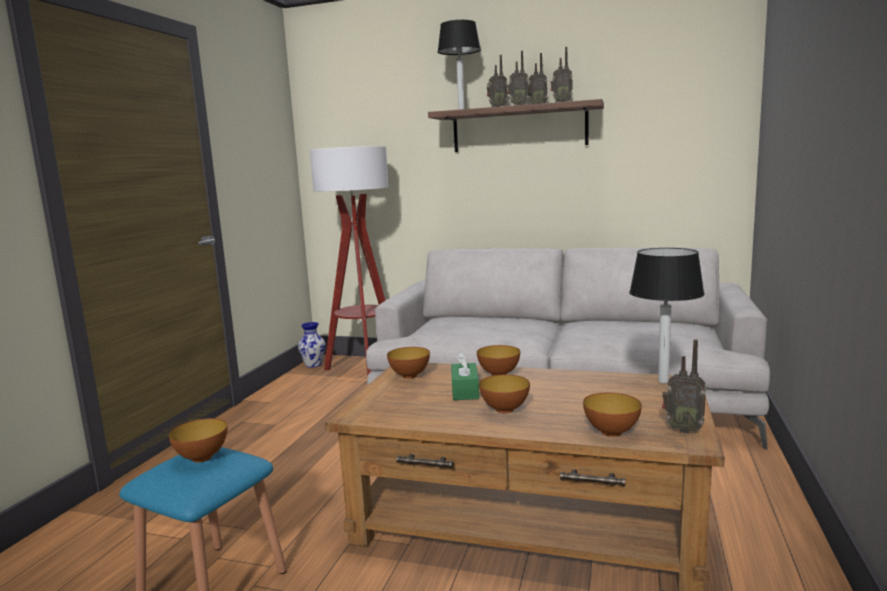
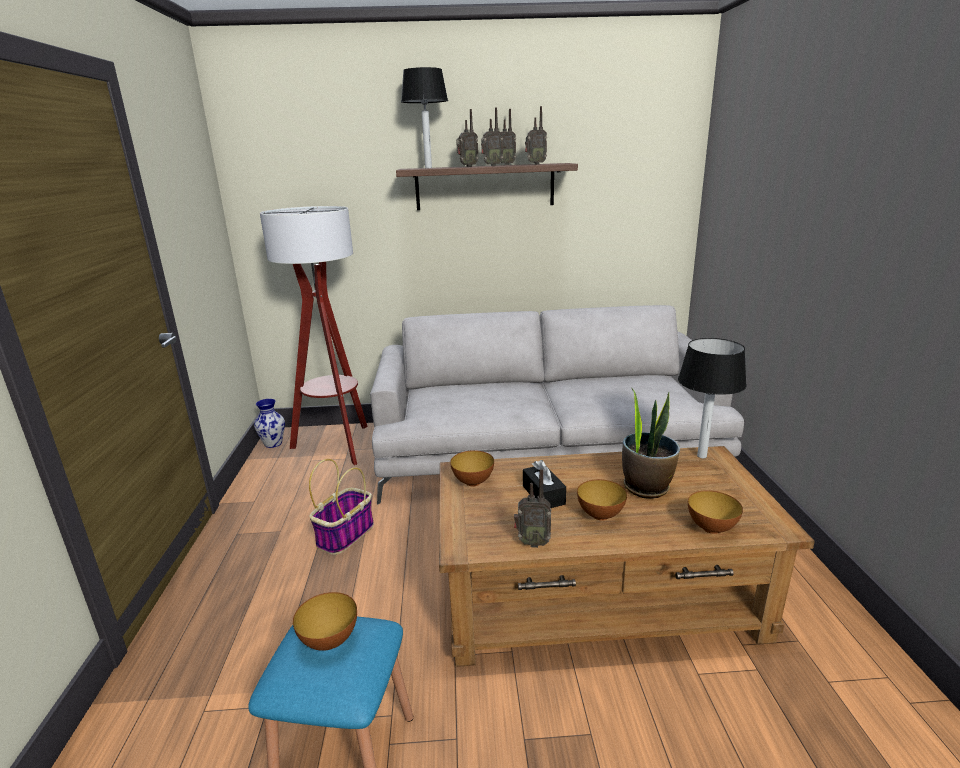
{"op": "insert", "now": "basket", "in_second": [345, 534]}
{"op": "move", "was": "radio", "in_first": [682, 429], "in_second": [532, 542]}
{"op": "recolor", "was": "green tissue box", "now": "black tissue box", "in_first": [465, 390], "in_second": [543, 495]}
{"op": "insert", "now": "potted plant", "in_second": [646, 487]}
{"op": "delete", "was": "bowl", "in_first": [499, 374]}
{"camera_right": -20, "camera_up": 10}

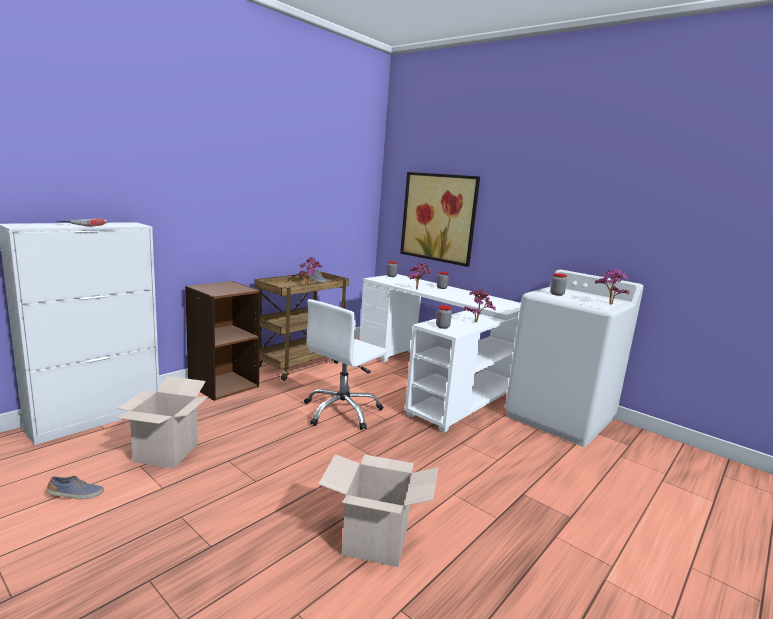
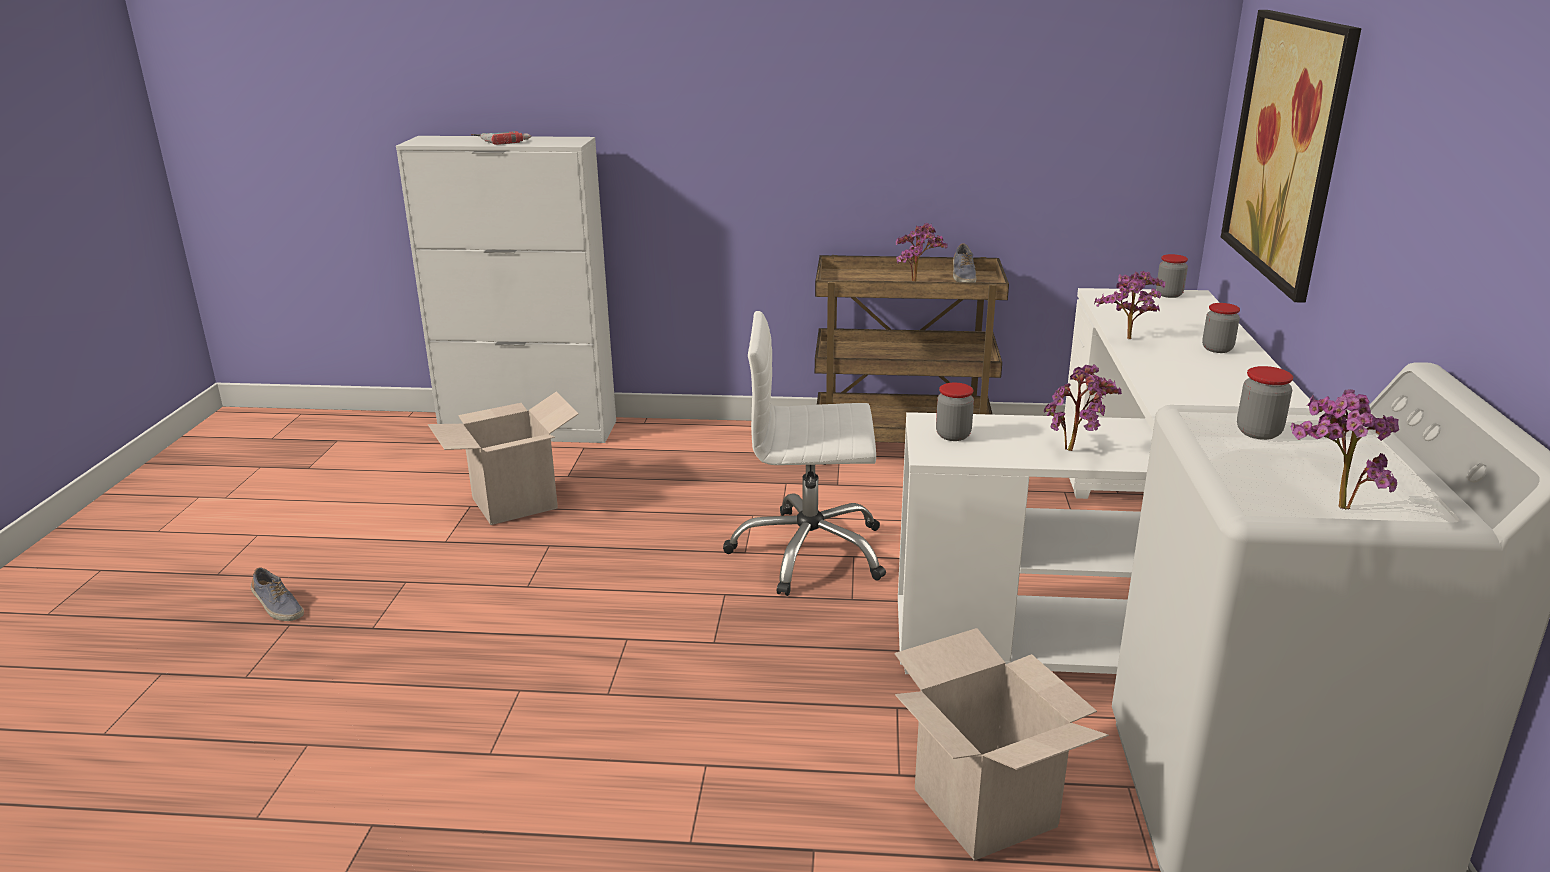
{"op": "move", "was": "shoe", "in_first": [75, 495], "in_second": [277, 607]}
{"op": "move", "was": "cardboard box", "in_first": [375, 542], "in_second": [984, 807]}
{"op": "delete", "was": "brown bookcase", "in_first": [223, 385]}
{"camera_right": 55, "camera_up": 10}

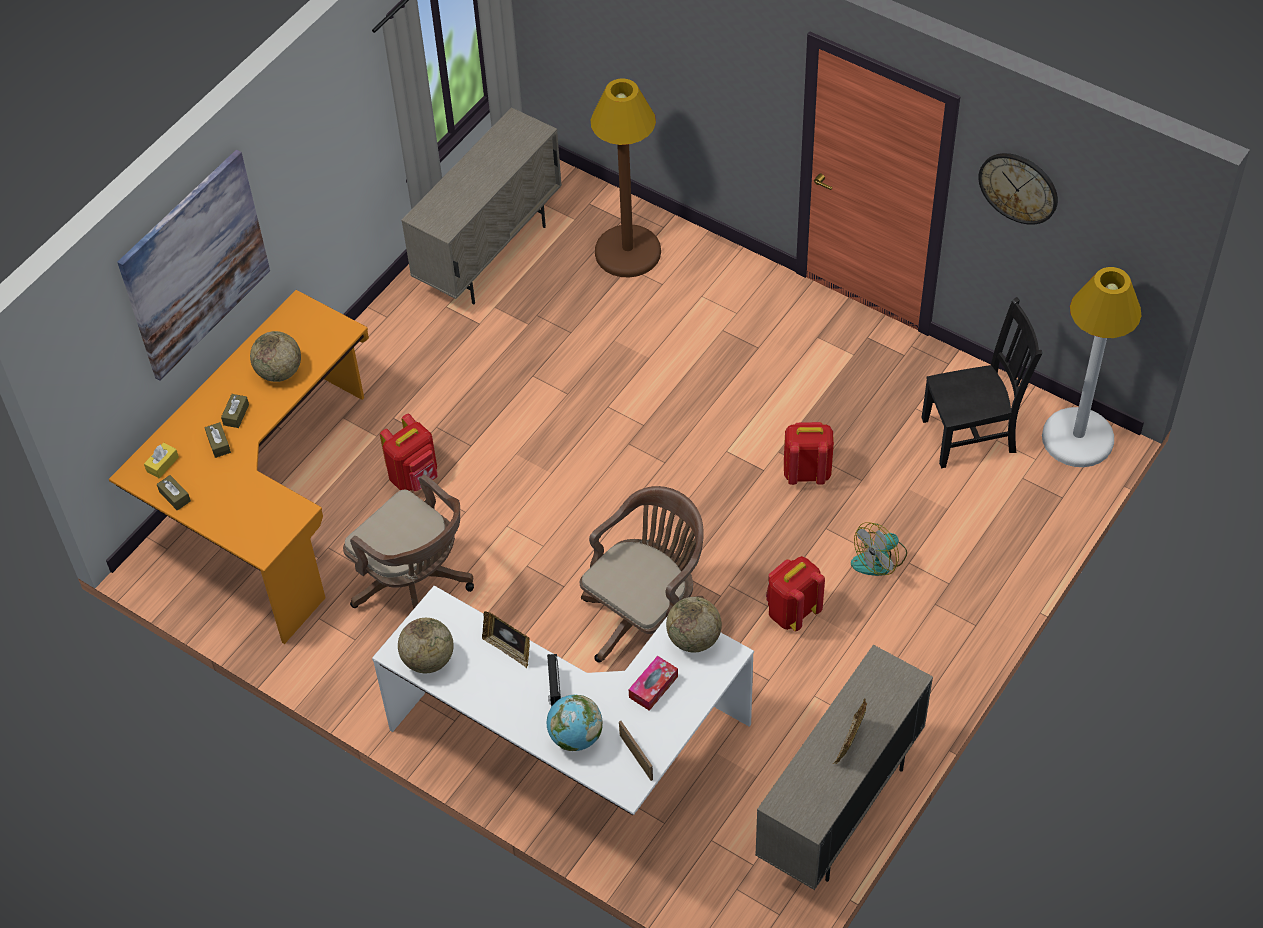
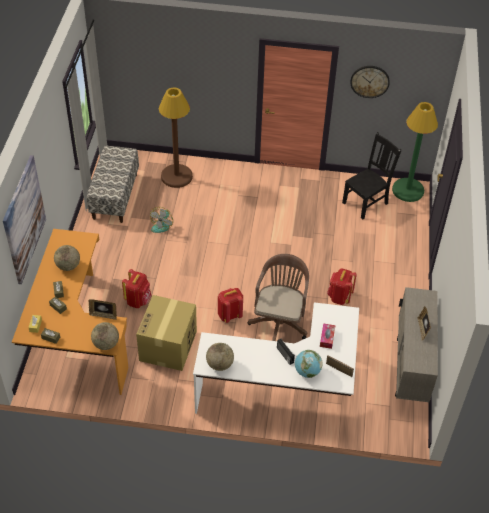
{"op": "replace", "was": "beige cabinet", "now": "bench", "in_first": [490, 254], "in_second": [115, 196]}
{"op": "move", "was": "picture frame", "in_first": [508, 649], "in_second": [103, 315]}
{"op": "move", "was": "globe", "in_first": [694, 639], "in_second": [106, 344]}
{"op": "replace", "was": "brown office chair", "now": "cardboard box", "in_first": [416, 586], "in_second": [168, 346]}
{"op": "move", "was": "fan", "in_first": [879, 559], "in_second": [162, 225]}
{"op": "move", "was": "red backpack", "in_first": [806, 472], "in_second": [229, 315]}
{"op": "recolor", "was": "white floor lamp", "now": "green floor lamp", "in_first": [1077, 438], "in_second": [408, 190]}
{"camera_right": -30, "camera_up": -5}

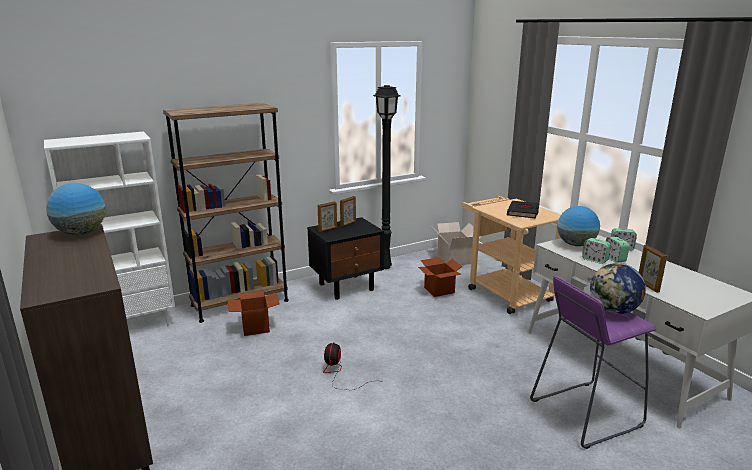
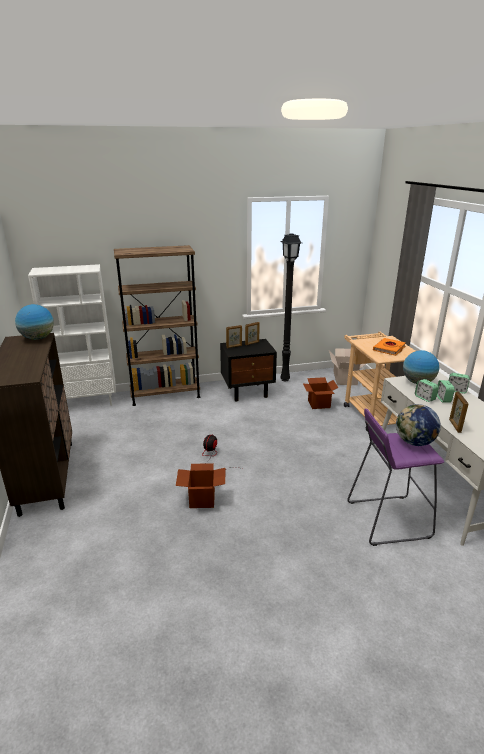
{"op": "move", "was": "cardboard box", "in_first": [256, 327], "in_second": [202, 499]}
{"op": "recolor", "was": "black book", "now": "orange book", "in_first": [523, 212], "in_second": [389, 349]}
{"camera_right": 15, "camera_up": 5}

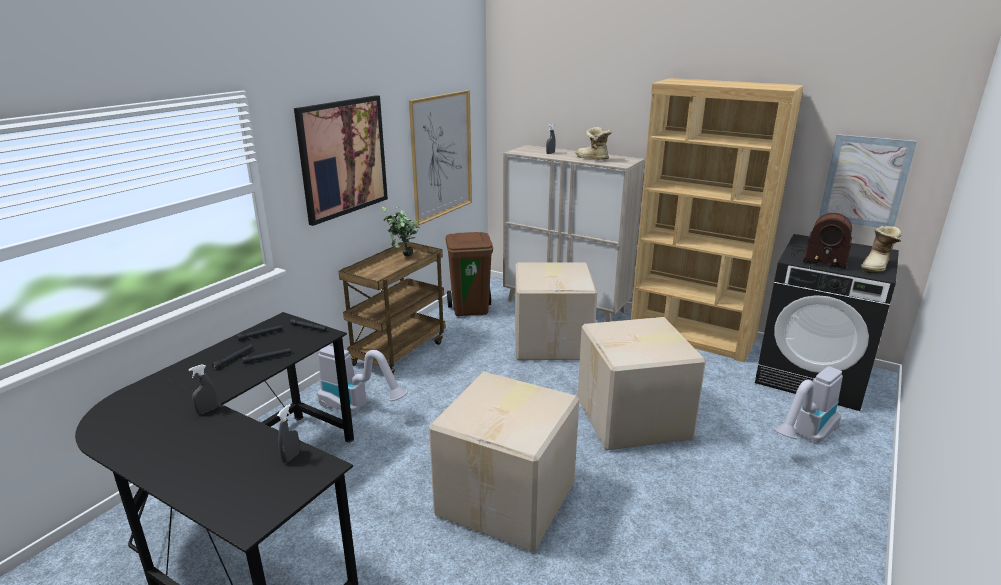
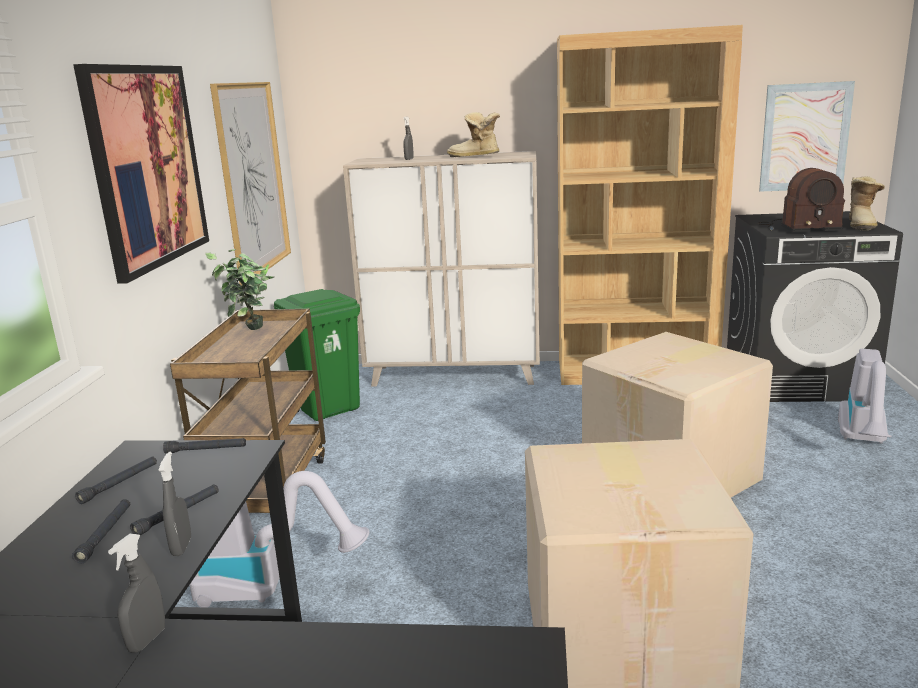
{"op": "move", "was": "grey spray bottle", "in_first": [291, 457], "in_second": [181, 547]}
{"op": "recolor", "was": "brown trash can", "now": "green trash can", "in_first": [470, 309], "in_second": [328, 408]}
{"op": "delete", "was": "cardboard box", "in_first": [552, 342]}
{"camera_right": -25, "camera_up": -5}

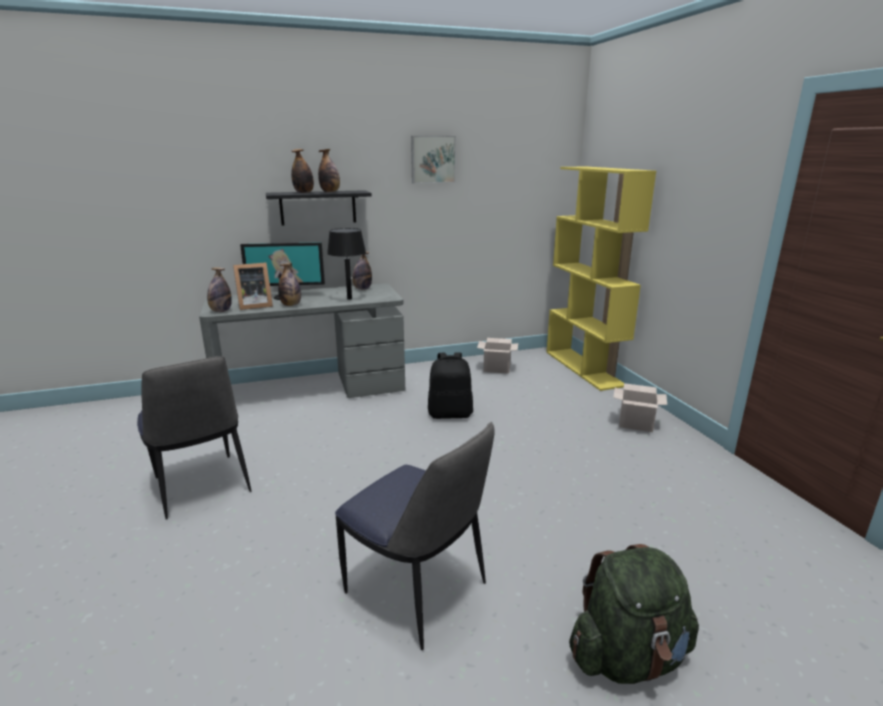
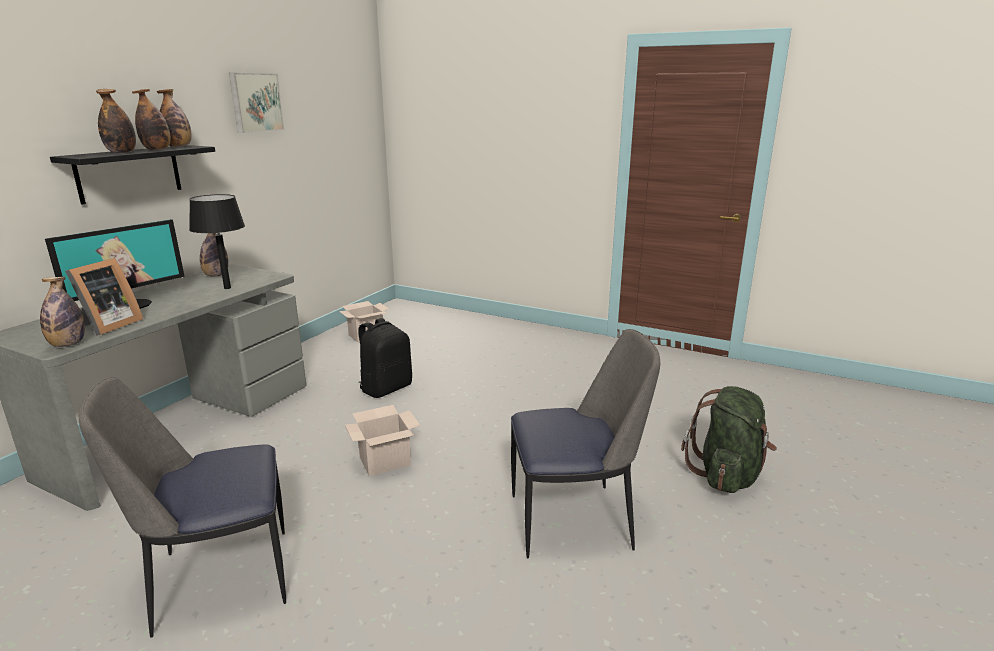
{"op": "rotate", "was": "chair", "in_first": [202, 487], "in_second": [218, 579], "clockwise": 150}
{"op": "move", "was": "bottle", "in_first": [291, 305], "in_second": [179, 146]}
{"op": "move", "was": "cardboard box", "in_first": [636, 423], "in_second": [386, 460]}
{"op": "delete", "was": "yellow bookcase", "in_first": [584, 368]}
{"camera_right": -45, "camera_up": 0}

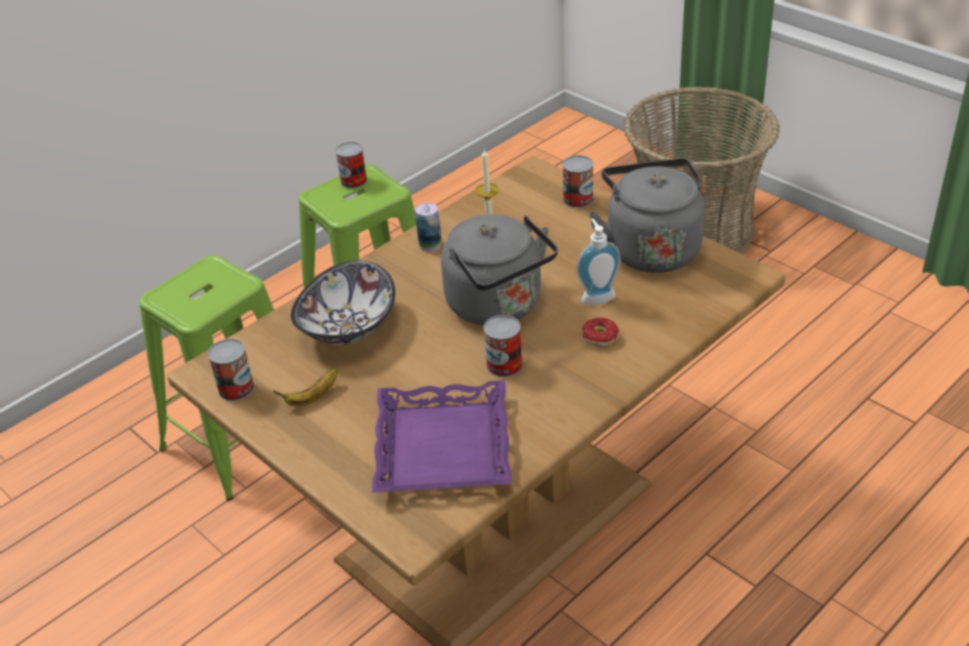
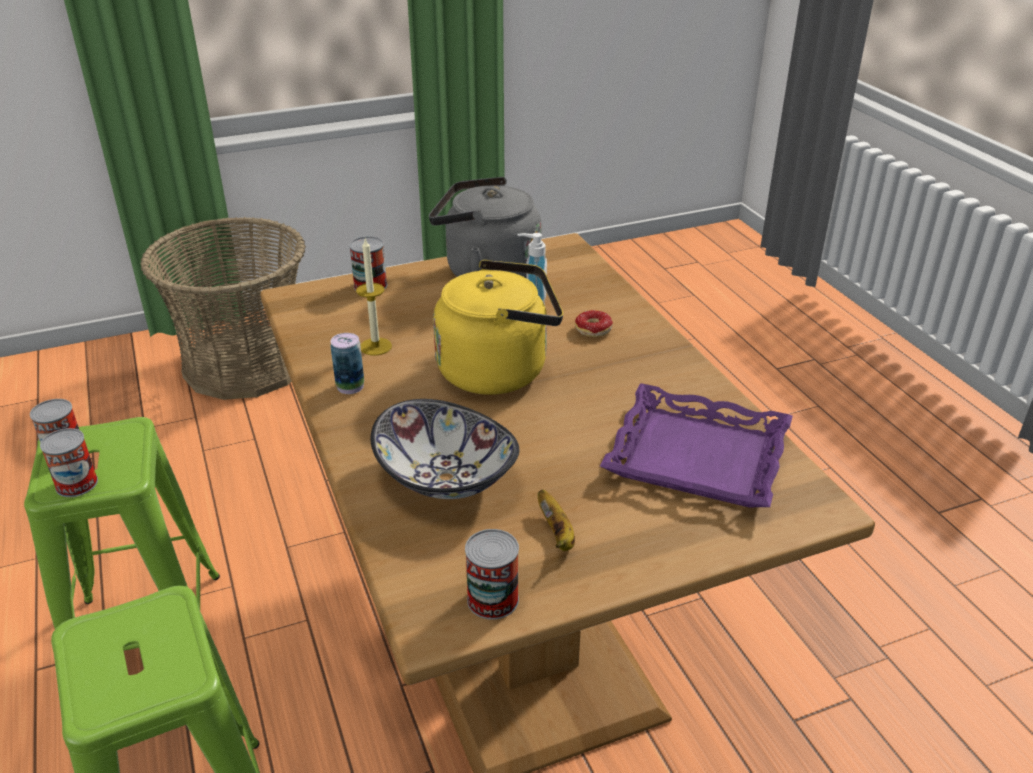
{"op": "move", "was": "can", "in_first": [504, 365], "in_second": [76, 484]}
{"op": "recolor", "was": "grey kettle", "now": "yellow kettle", "in_first": [499, 306], "in_second": [499, 370]}
{"camera_right": -70, "camera_up": -5}

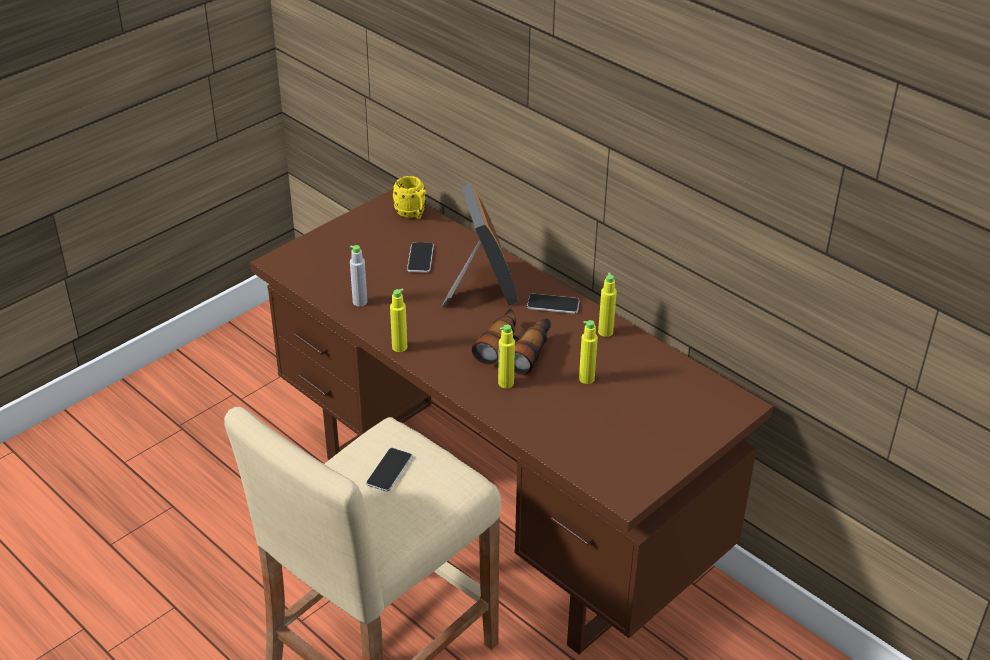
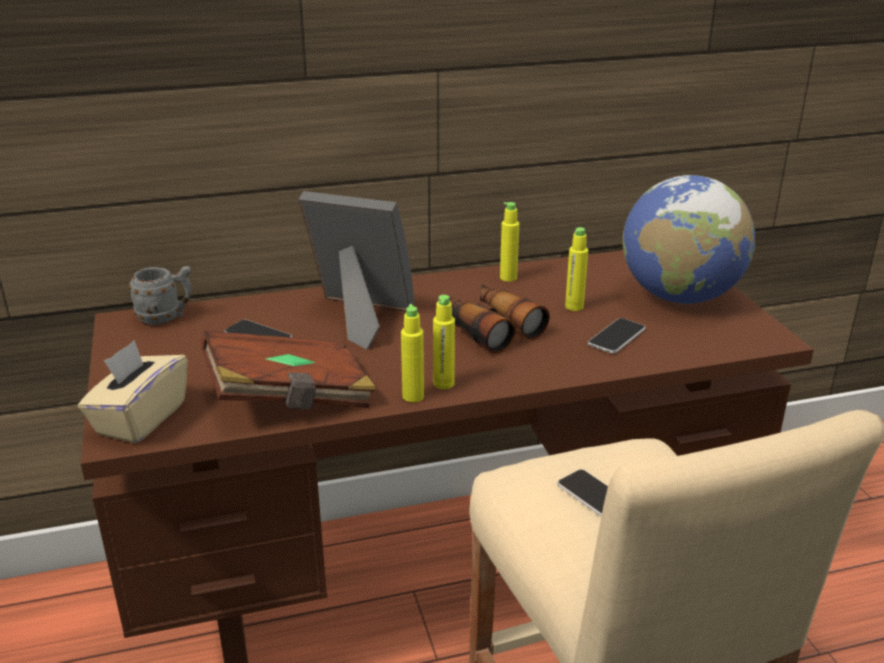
{"op": "insert", "now": "beige tissue box", "in_second": [140, 418]}
{"op": "recolor", "was": "yellow mug", "now": "grey mug", "in_first": [413, 214], "in_second": [166, 317]}
{"op": "replace", "was": "grey bottle", "now": "brown book", "in_first": [360, 302], "in_second": [290, 399]}
{"op": "move", "was": "yellow bottle", "in_first": [506, 383], "in_second": [443, 383]}
{"op": "move", "was": "phone", "in_first": [553, 305], "in_second": [616, 337]}
{"op": "insert", "now": "globe", "in_second": [679, 297]}
{"camera_right": -60, "camera_up": -10}

